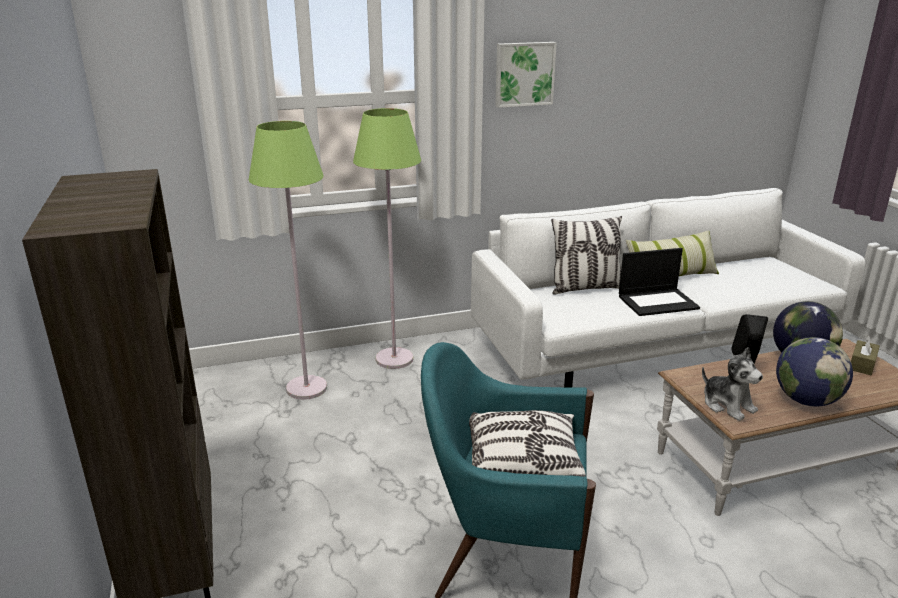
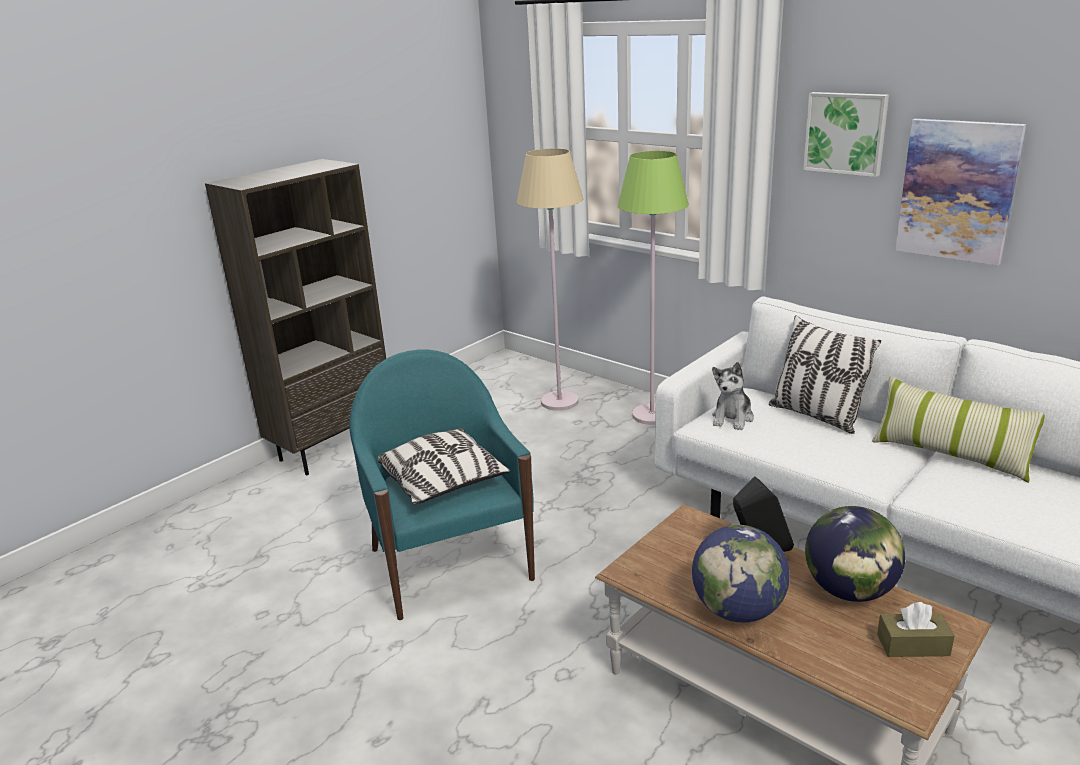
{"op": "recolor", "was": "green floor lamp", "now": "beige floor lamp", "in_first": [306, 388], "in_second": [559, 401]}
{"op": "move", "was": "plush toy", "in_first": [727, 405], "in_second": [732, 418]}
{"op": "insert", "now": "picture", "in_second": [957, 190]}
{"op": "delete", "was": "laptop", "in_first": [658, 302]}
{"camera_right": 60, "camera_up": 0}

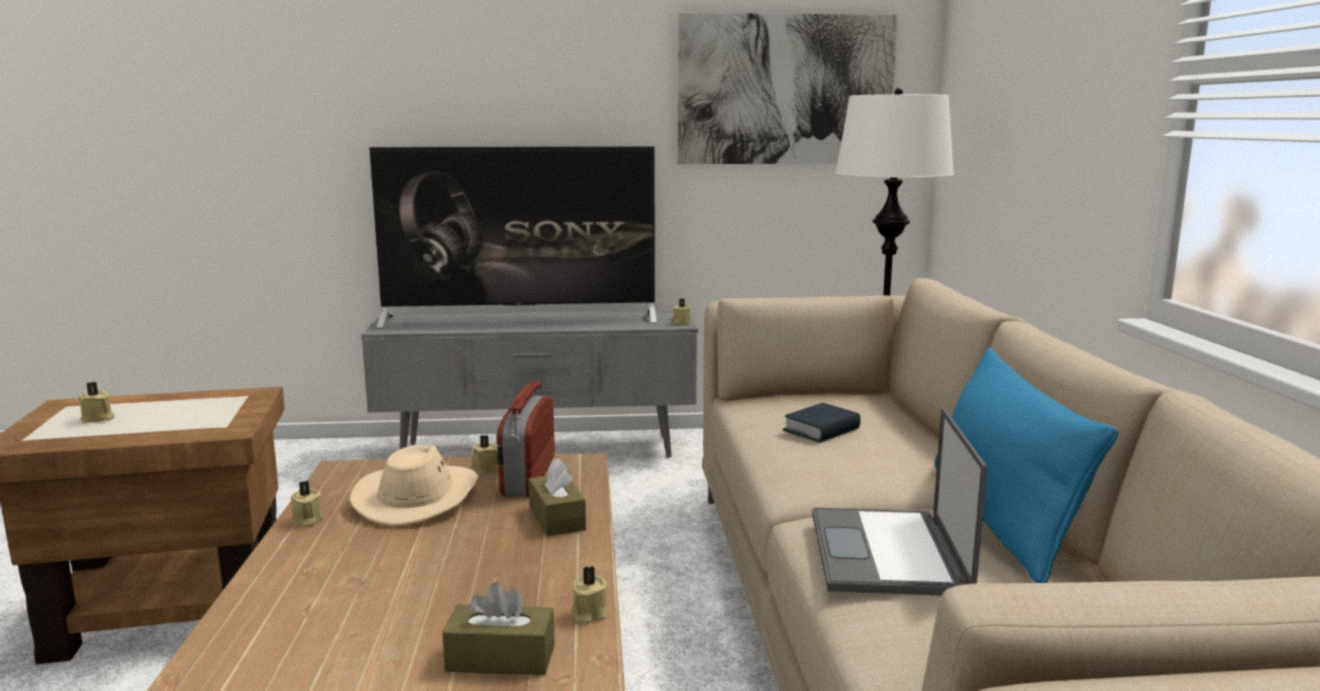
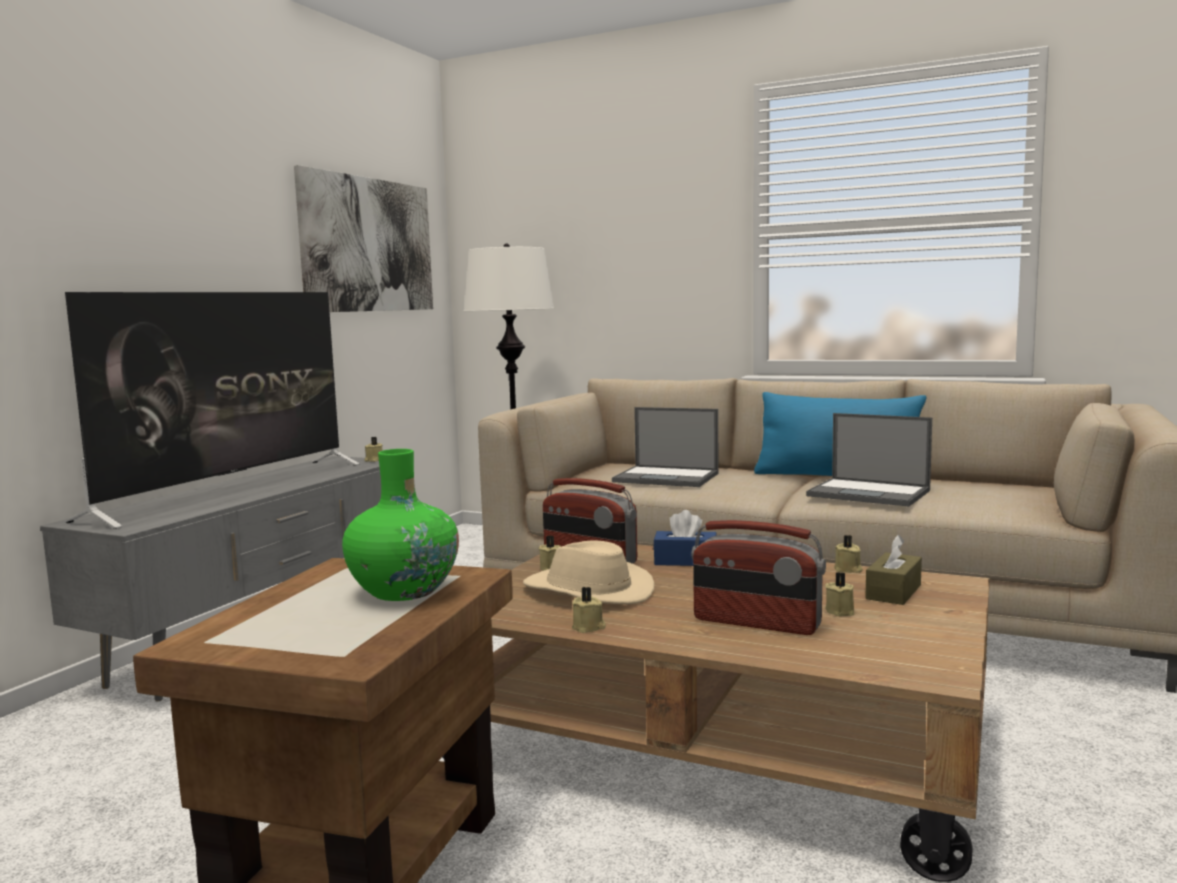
{"op": "insert", "now": "green vase", "in_second": [404, 591]}
{"op": "replace", "was": "book", "now": "laptop", "in_first": [822, 430], "in_second": [667, 477]}
{"op": "recolor", "was": "brown tissue box", "now": "blue tissue box", "in_first": [557, 518], "in_second": [685, 561]}
{"op": "insert", "now": "radio", "in_second": [756, 623]}
{"op": "move", "was": "beige candle", "in_first": [98, 419], "in_second": [841, 611]}
{"camera_right": -60, "camera_up": -5}

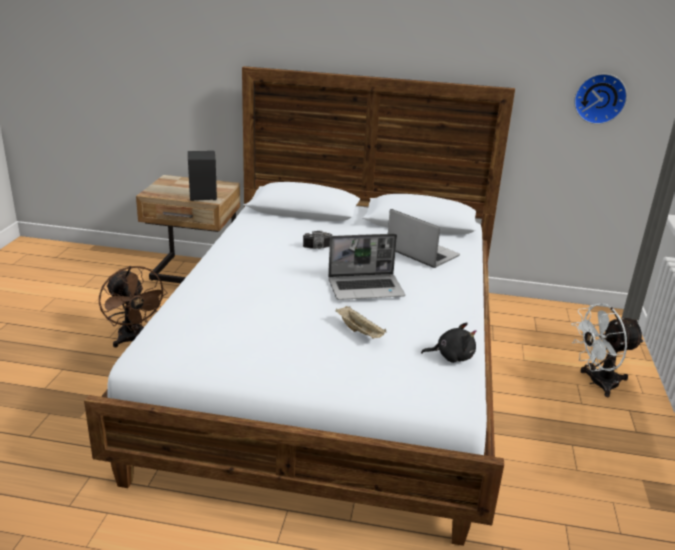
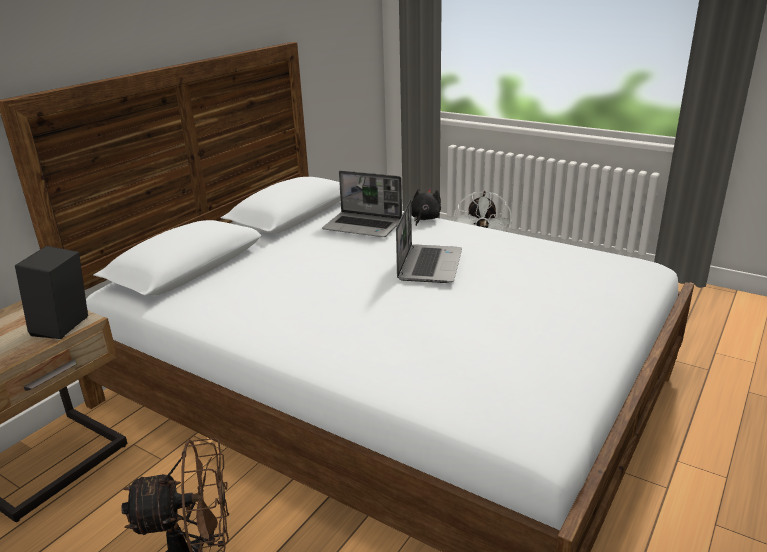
{"op": "rotate", "was": "laptop", "in_first": [421, 253], "in_second": [364, 226], "clockwise": -135}
{"op": "move", "was": "black plush toy", "in_first": [451, 356], "in_second": [424, 218]}
{"op": "delete", "was": "photo camera", "in_first": [318, 248]}
{"op": "delete", "was": "beige tray", "in_first": [360, 332]}
{"op": "delete", "was": "wall clock", "in_first": [599, 98]}
{"camera_right": -65, "camera_up": 0}

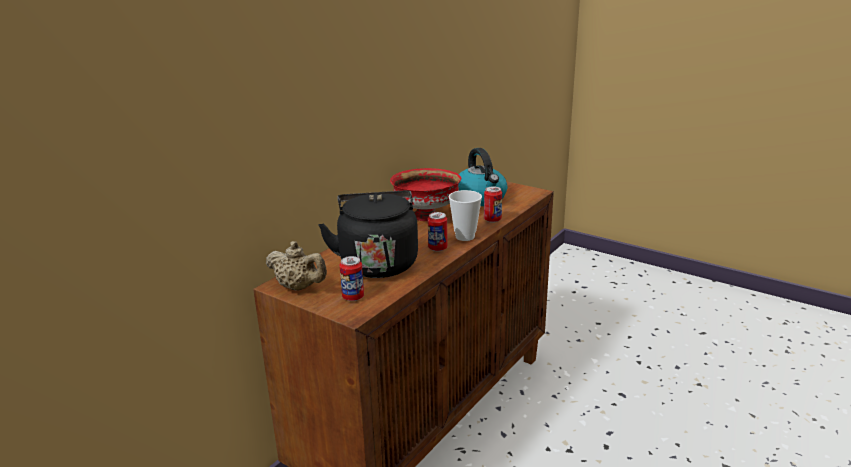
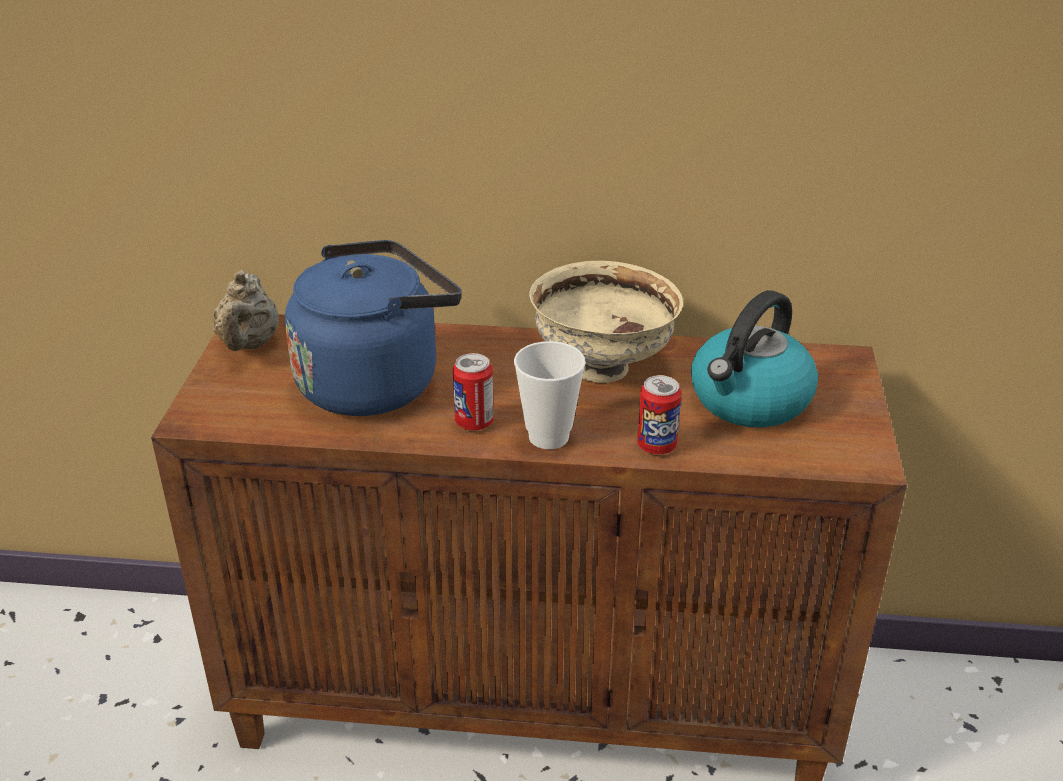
{"op": "recolor", "was": "black kettle", "now": "blue kettle", "in_first": [377, 263], "in_second": [375, 381]}
{"op": "recolor", "was": "red bowl", "now": "beige bowl", "in_first": [425, 216], "in_second": [602, 366]}
{"op": "delete", "was": "can", "in_first": [353, 297]}
{"camera_right": 60, "camera_up": 10}

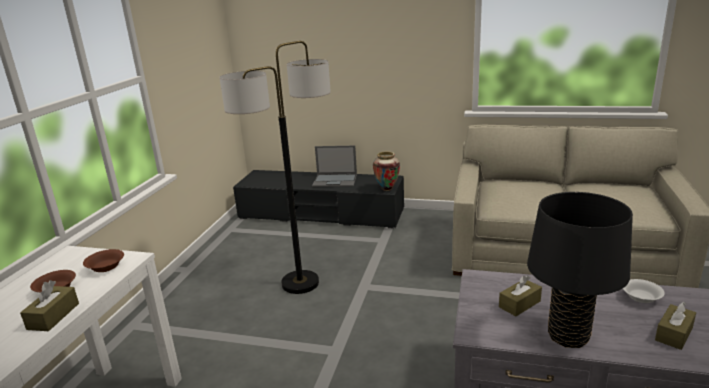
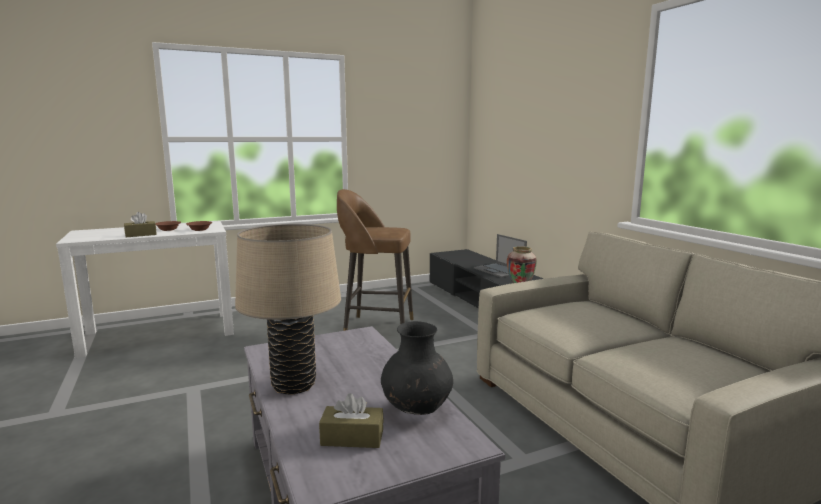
{"op": "recolor", "was": "black table lamp", "now": "beige table lamp", "in_first": [568, 337], "in_second": [294, 385]}
{"op": "replace", "was": "floor lamp", "now": "brown stool", "in_first": [300, 283], "in_second": [376, 328]}
{"op": "replace", "was": "white bowl", "now": "black vase", "in_first": [641, 298], "in_second": [416, 410]}
{"op": "delete", "was": "brown tissue box", "in_first": [519, 304]}
{"camera_right": 50, "camera_up": -10}

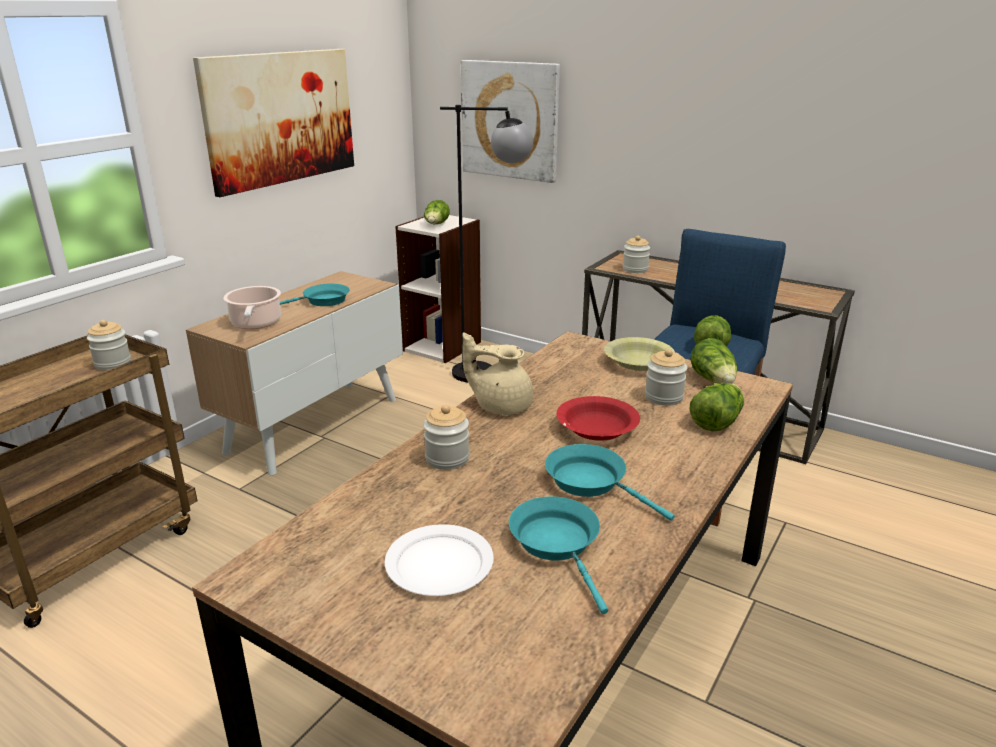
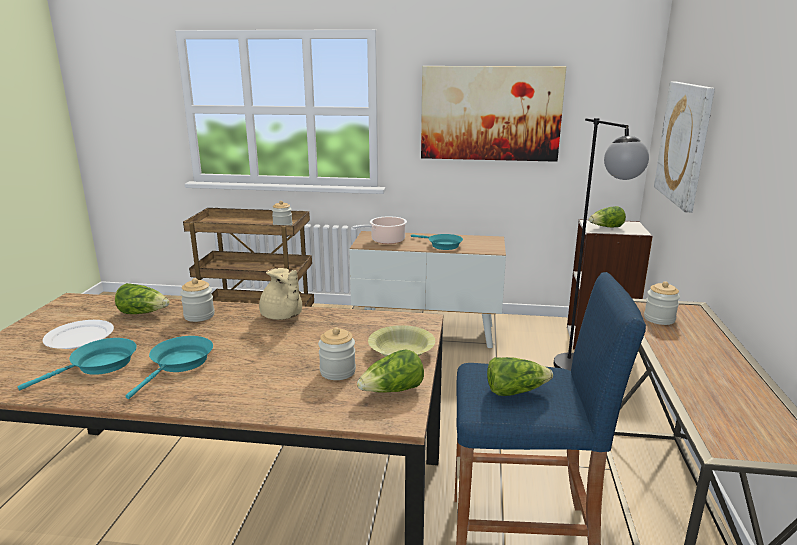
{"op": "move", "was": "lettuce", "in_first": [716, 421], "in_second": [143, 313]}
{"op": "rotate", "was": "beige teapot", "in_first": [501, 405], "in_second": [282, 316], "clockwise": 150}
{"op": "delete", "was": "red bowl", "in_first": [596, 429]}
{"camera_right": 65, "camera_up": -5}

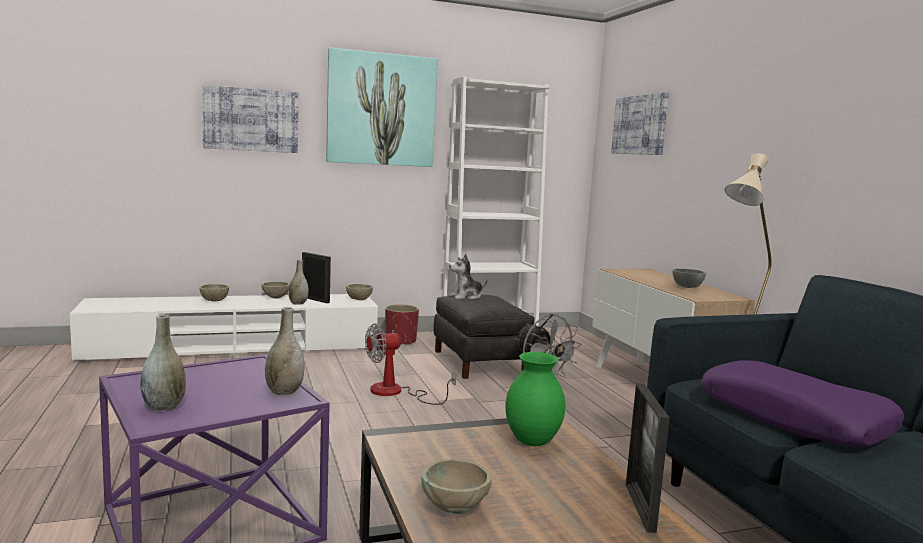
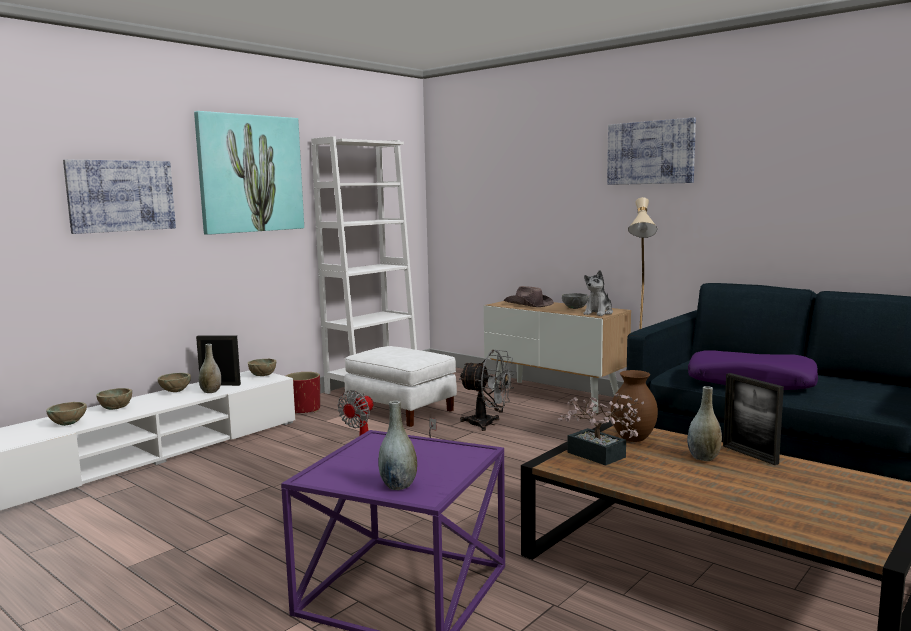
{"op": "move", "was": "beige bowl", "in_first": [454, 507], "in_second": [68, 424]}
{"op": "recolor", "was": "black ottoman", "now": "white ottoman", "in_first": [480, 362], "in_second": [401, 410]}
{"op": "insert", "now": "brown hat", "in_second": [528, 304]}
{"op": "insert", "now": "potted plant", "in_second": [601, 456]}
{"op": "move", "was": "plush toy", "in_first": [466, 297], "in_second": [598, 313]}
{"op": "move", "was": "picture", "in_first": [640, 125], "in_second": [650, 152]}
{"op": "recolor", "was": "green vase", "now": "brown vase", "in_first": [532, 442], "in_second": [634, 439]}
{"op": "move", "was": "grey vase", "in_first": [284, 391], "in_second": [703, 458]}
{"camera_right": -30, "camera_up": 0}

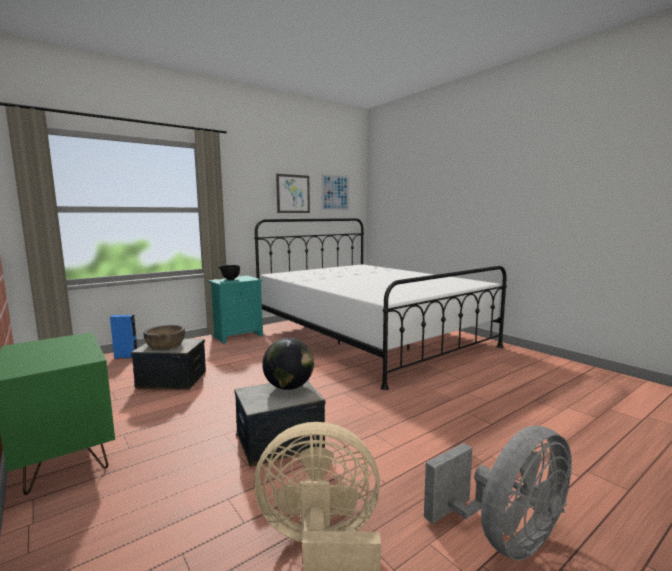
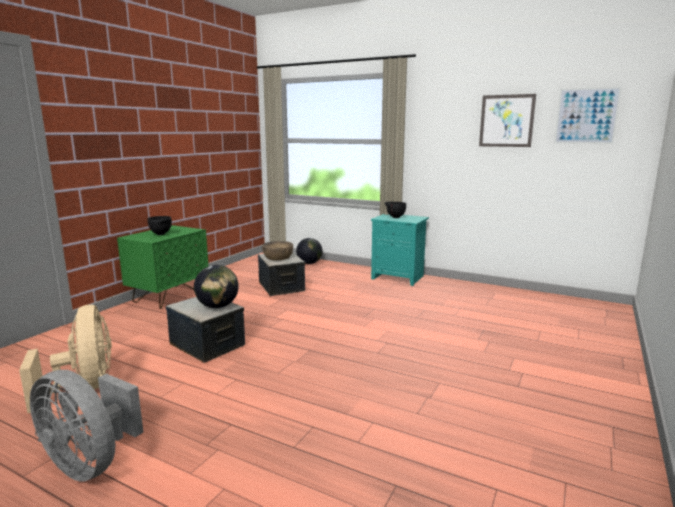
{"op": "insert", "now": "black bowl", "in_second": [161, 234]}
{"op": "replace", "was": "blue speaker", "now": "globe", "in_first": [126, 356], "in_second": [309, 263]}
{"op": "delete", "was": "white bed", "in_first": [369, 336]}
{"camera_right": 65, "camera_up": 5}

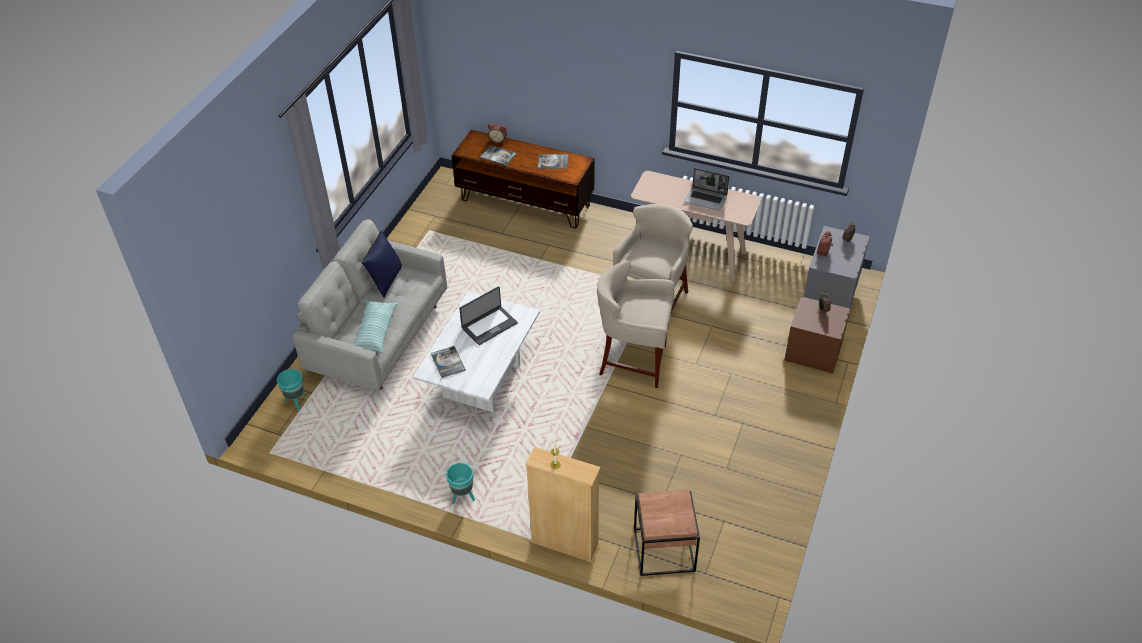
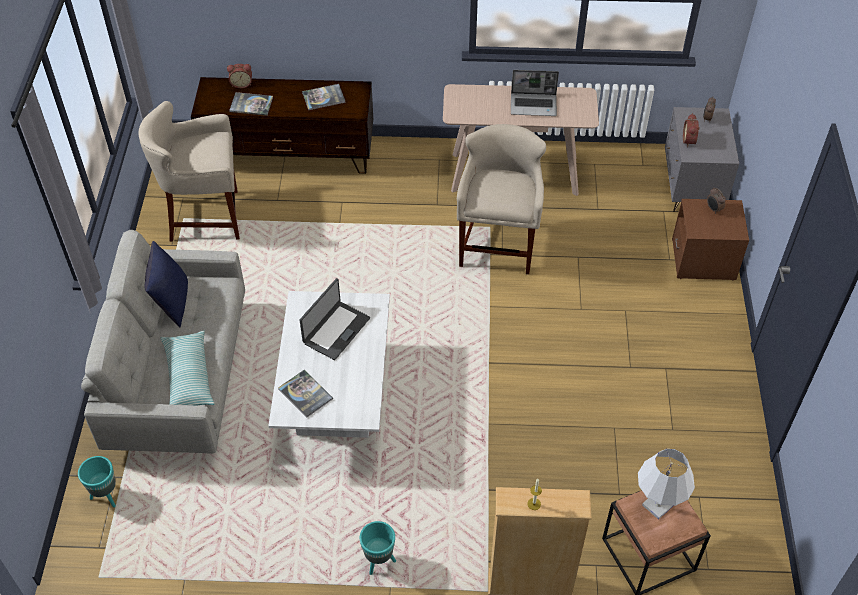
{"op": "move", "was": "beige stool", "in_first": [633, 361], "in_second": [205, 217]}
{"op": "insert", "now": "white table lamp", "in_second": [657, 505]}
{"camera_right": -20, "camera_up": 5}

